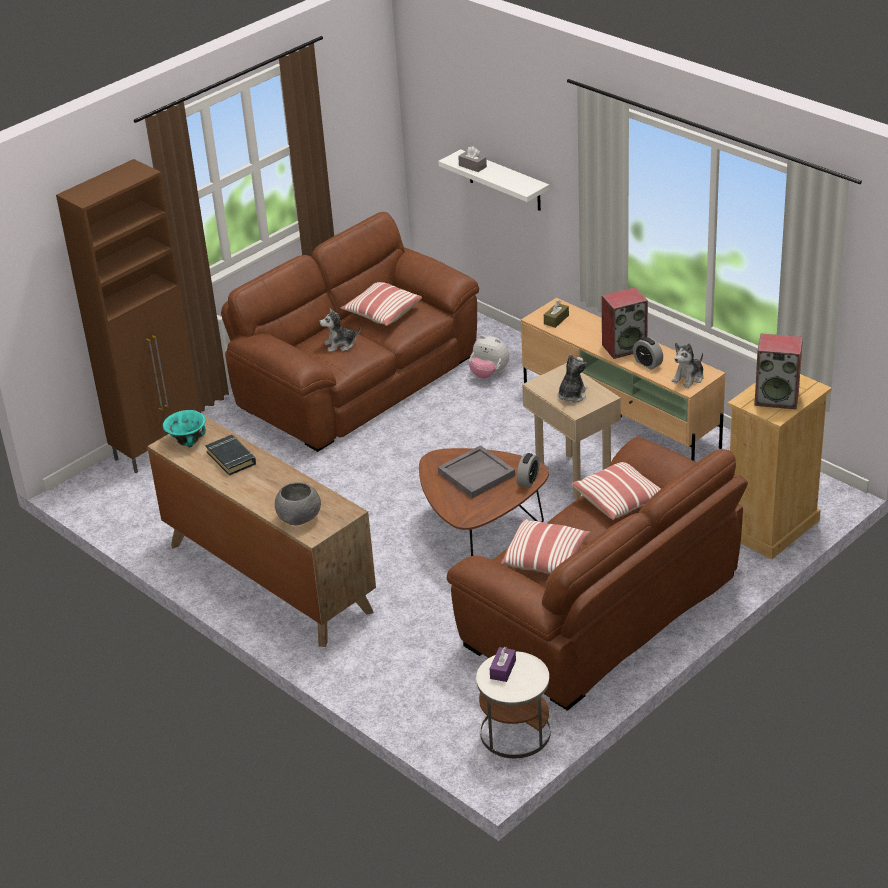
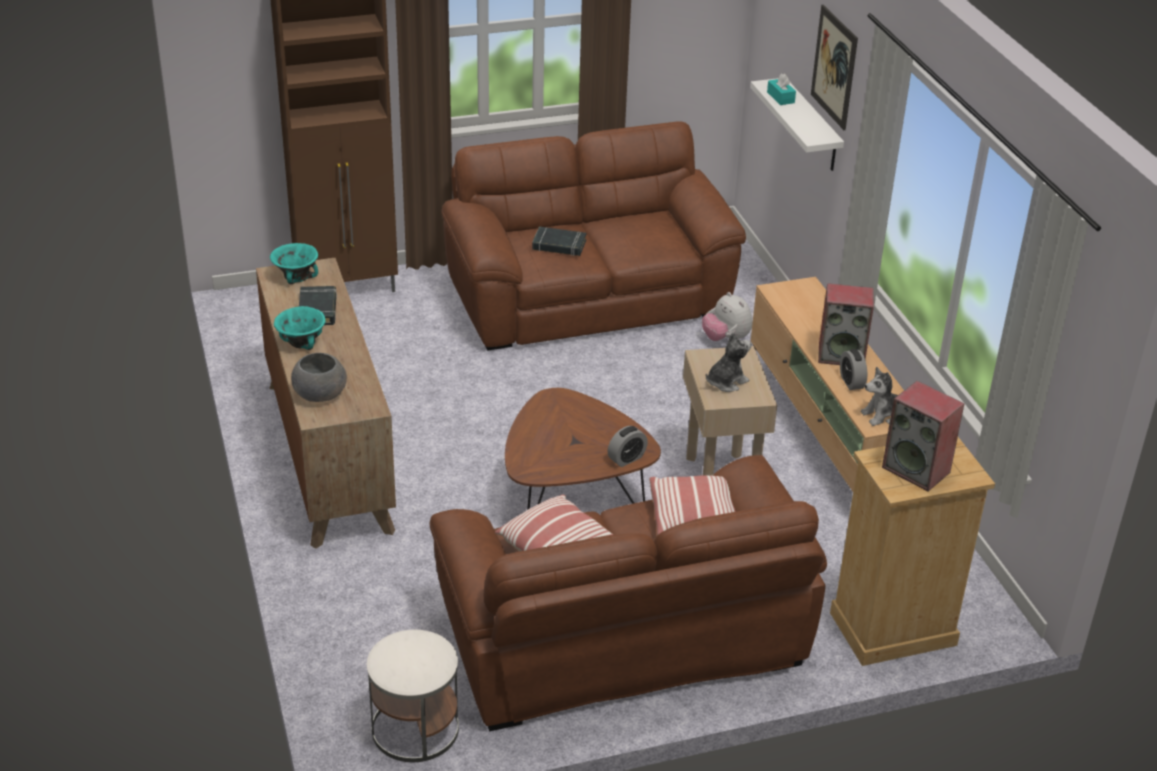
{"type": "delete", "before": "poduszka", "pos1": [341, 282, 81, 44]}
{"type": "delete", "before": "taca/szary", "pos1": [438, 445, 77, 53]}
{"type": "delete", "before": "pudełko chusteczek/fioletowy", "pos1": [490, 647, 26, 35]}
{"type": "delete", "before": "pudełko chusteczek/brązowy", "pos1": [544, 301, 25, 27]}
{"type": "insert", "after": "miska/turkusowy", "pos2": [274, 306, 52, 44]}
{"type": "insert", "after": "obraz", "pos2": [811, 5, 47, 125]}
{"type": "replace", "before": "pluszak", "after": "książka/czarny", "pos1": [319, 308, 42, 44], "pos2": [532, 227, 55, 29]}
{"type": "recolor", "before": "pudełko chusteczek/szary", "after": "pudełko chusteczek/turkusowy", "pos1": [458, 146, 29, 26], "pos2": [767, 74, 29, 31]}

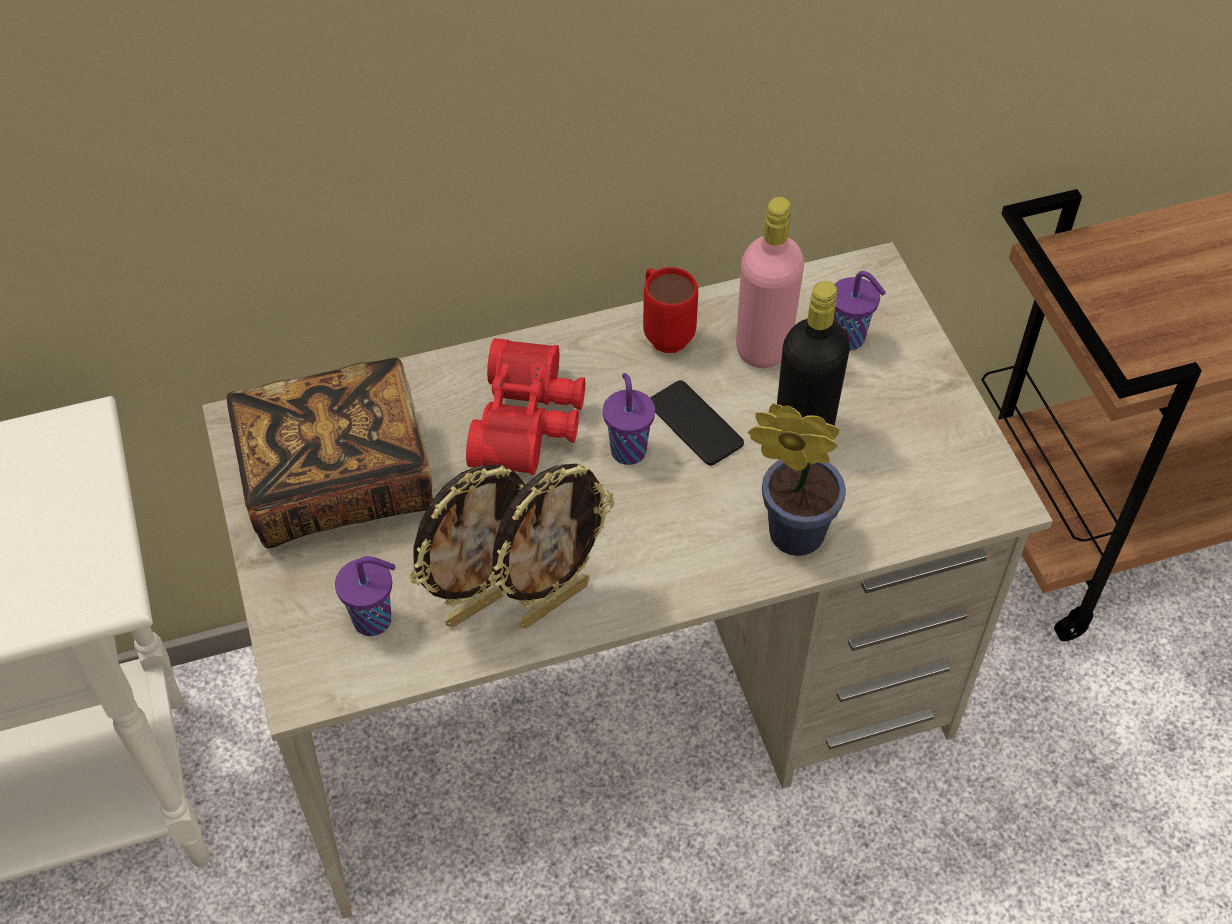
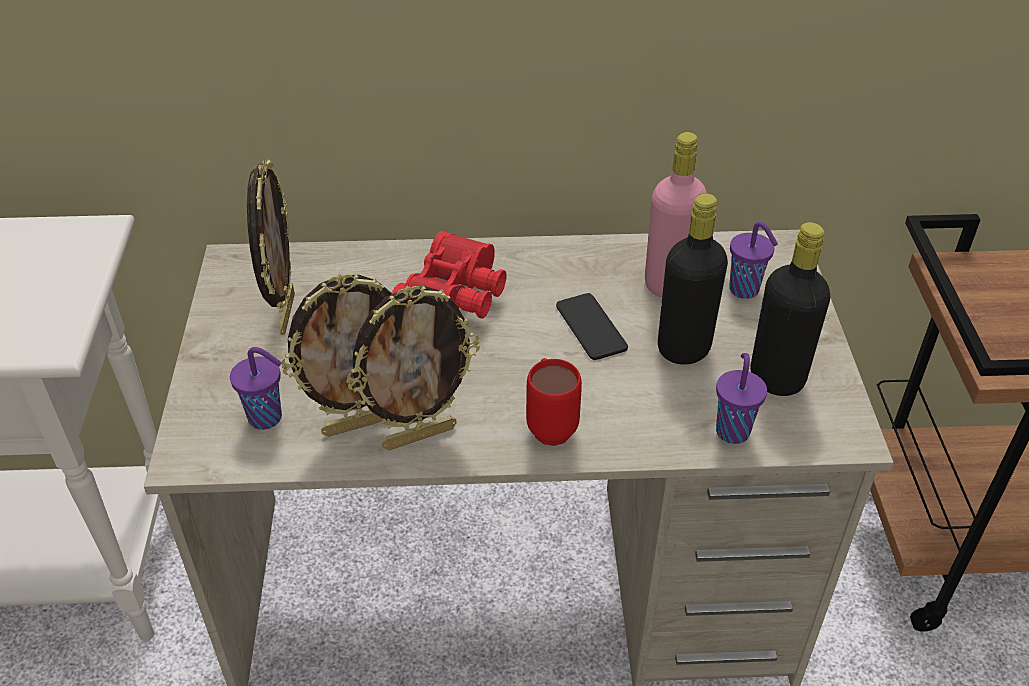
{"type": "delete", "before": "roślina doniczkowa", "pos1": [748, 404, 98, 152]}
{"type": "insert", "after": "butelka/czarny", "pos2": [750, 222, 80, 174]}
{"type": "move", "before": "filiżanka/fioletowy", "pos1": [603, 373, 52, 92], "pos2": [716, 353, 51, 91]}
{"type": "move", "before": "kubek/czerwony", "pos1": [643, 267, 55, 86], "pos2": [526, 358, 56, 88]}
{"type": "replace", "before": "książka", "after": "ramka na zdjęcie", "pos1": [226, 358, 207, 190], "pos2": [247, 159, 48, 176]}

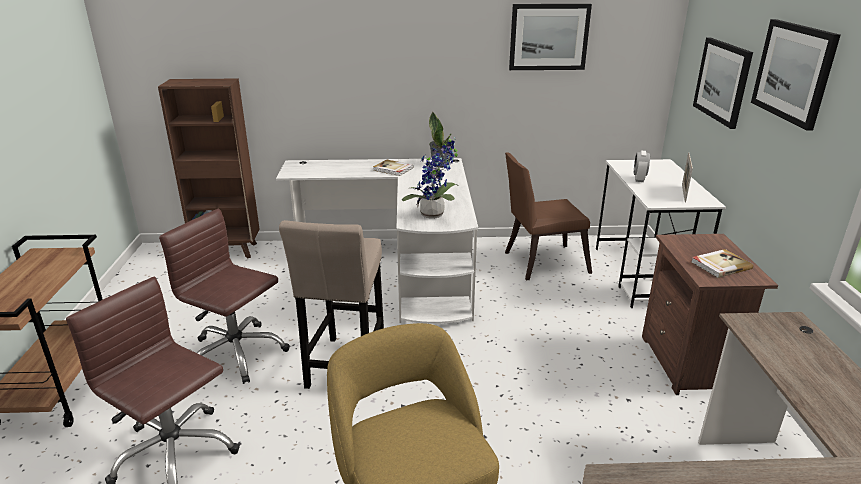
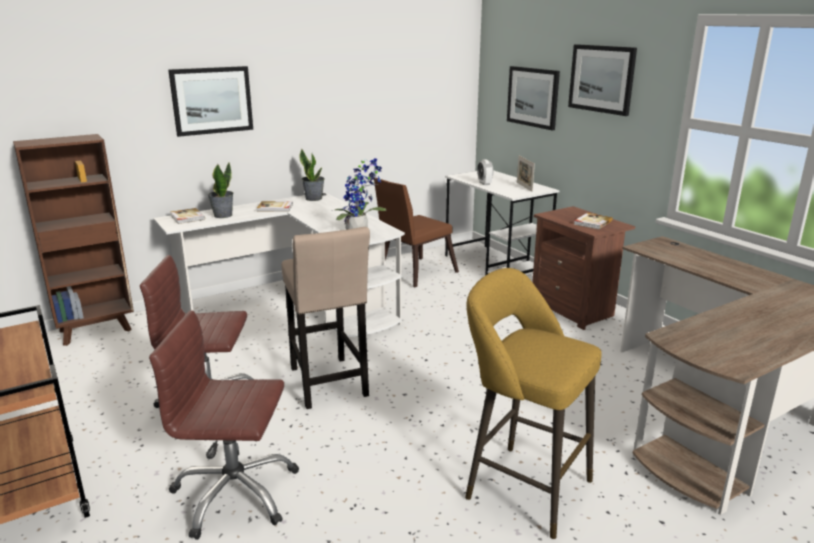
{"type": "insert", "after": "książka", "pos2": [170, 208, 35, 16]}
{"type": "insert", "after": "roślina doniczkowa", "pos2": [208, 163, 25, 55]}
{"type": "move", "before": "obraz", "pos1": [509, 4, 83, 66], "pos2": [168, 66, 85, 71]}

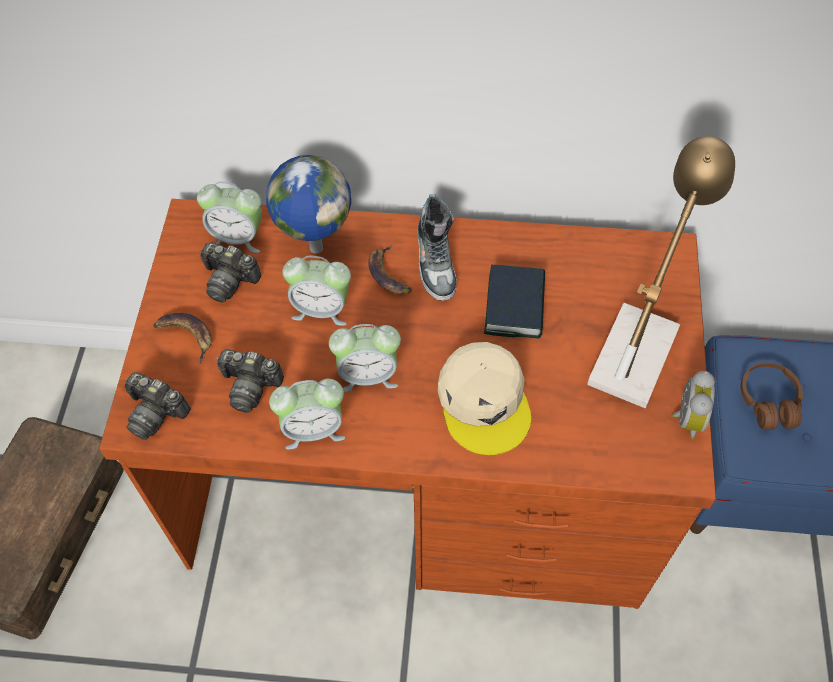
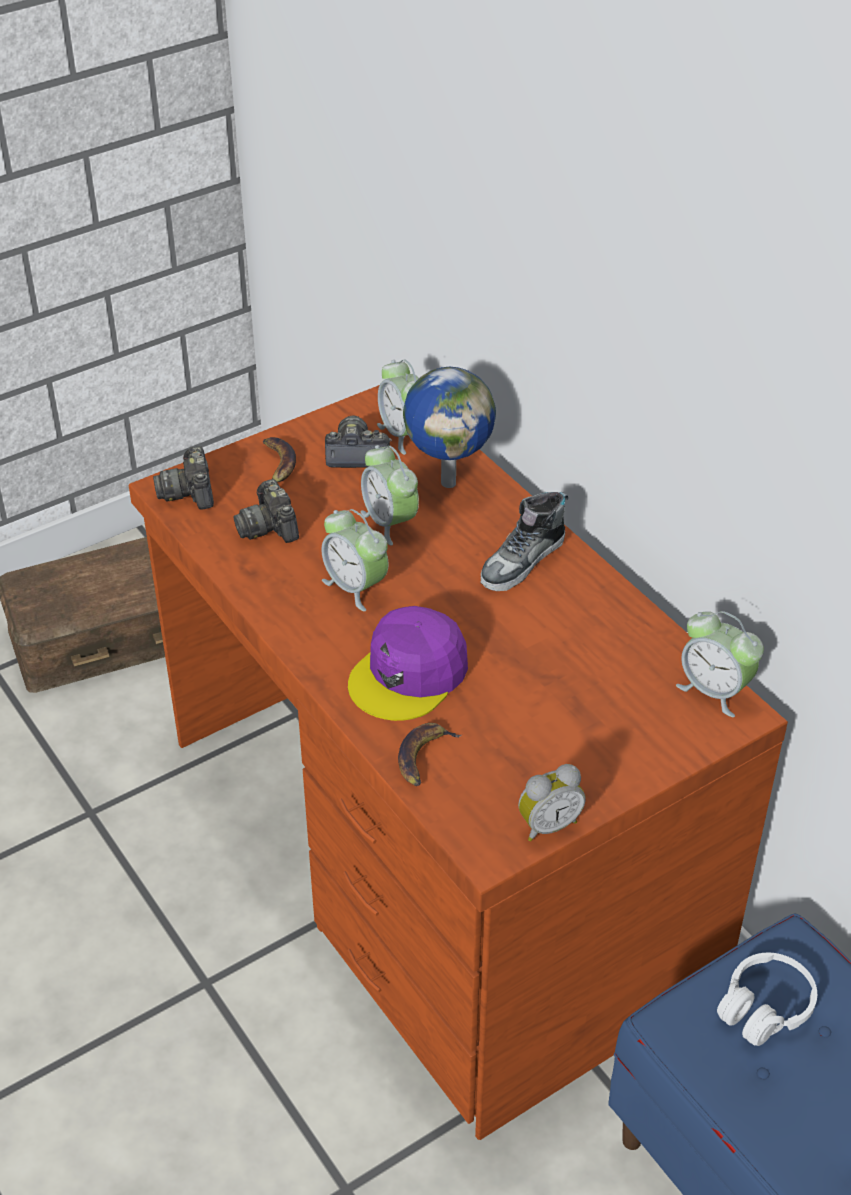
{"type": "delete", "before": "książka", "pos1": [484, 265, 61, 74]}
{"type": "delete", "before": "lampa stołowa", "pos1": [587, 136, 148, 272]}
{"type": "move", "before": "budzik", "pos1": [269, 379, 76, 70], "pos2": [676, 611, 88, 106]}
{"type": "move", "before": "banan", "pos1": [368, 245, 44, 49], "pos2": [398, 723, 64, 63]}
{"type": "recolor", "before": "czapka z daszkiem/beżowy", "after": "czapka z daszkiem/fioletowy", "pos1": [438, 342, 93, 113], "pos2": [348, 606, 120, 115]}
{"type": "recolor", "before": "słuchawki/brązowy", "after": "słuchawki/biały", "pos1": [741, 363, 62, 67], "pos2": [717, 953, 100, 93]}
{"type": "rotate", "before": "aparat fotograficzny", "pos1": [200, 242, 61, 60], "pos2": [325, 415, 67, 53], "turn": 105}

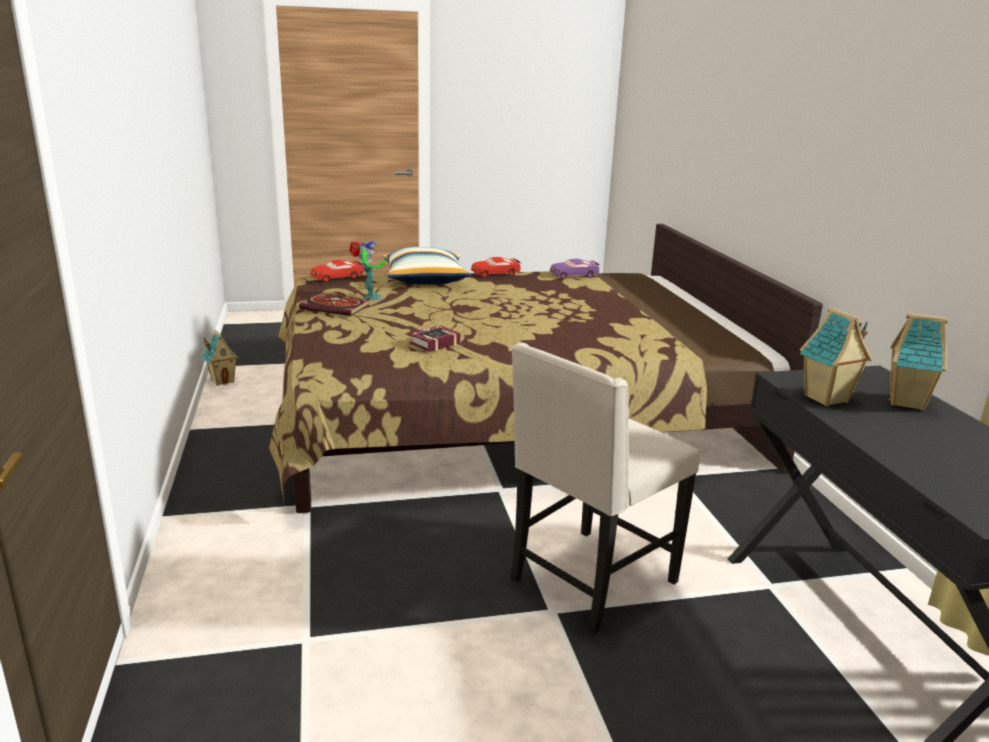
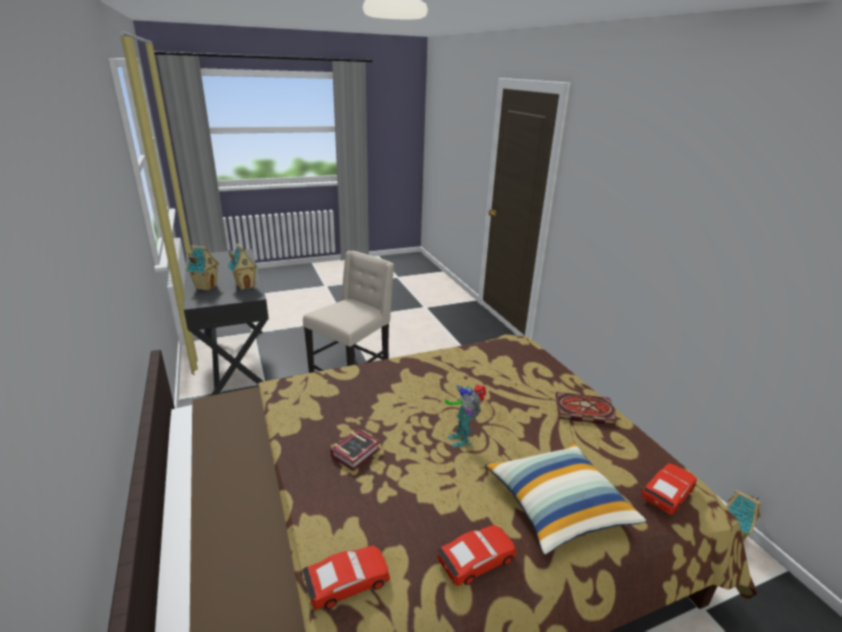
{"type": "move", "before": "robot zabawkowy", "pos1": [349, 240, 36, 60], "pos2": [445, 385, 41, 62]}
{"type": "move", "before": "książka", "pos1": [409, 325, 52, 27], "pos2": [330, 429, 50, 42]}
{"type": "recolor", "before": "samochodzik/fioletowy", "after": "samochodzik/czerwony", "pos1": [550, 259, 49, 20], "pos2": [302, 546, 88, 64]}

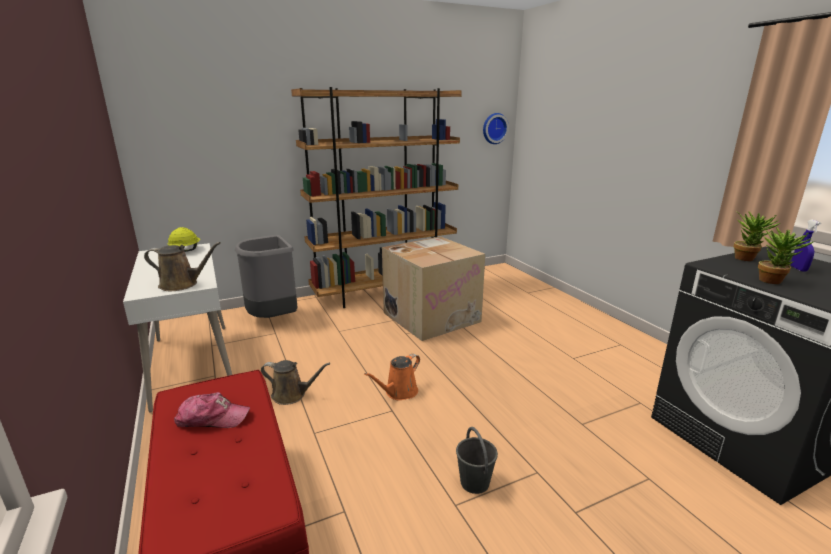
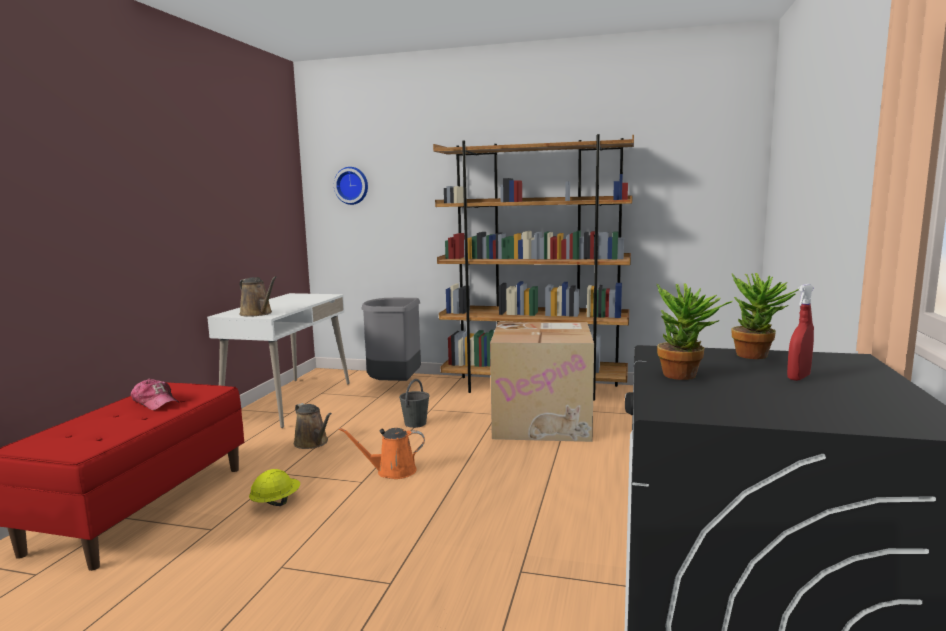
{"type": "move", "before": "kask/żółty", "pos1": [167, 227, 33, 25], "pos2": [249, 469, 51, 37]}
{"type": "move", "before": "wiadro/szary", "pos1": [456, 427, 42, 67], "pos2": [399, 379, 31, 49]}
{"type": "move", "before": "zegar ścienny", "pos1": [483, 113, 26, 31], "pos2": [334, 167, 34, 38]}
{"type": "recolor", "before": "spryskiwacz/niebieski", "after": "spryskiwacz/czerwony", "pos1": [791, 220, 30, 52], "pos2": [787, 284, 27, 97]}

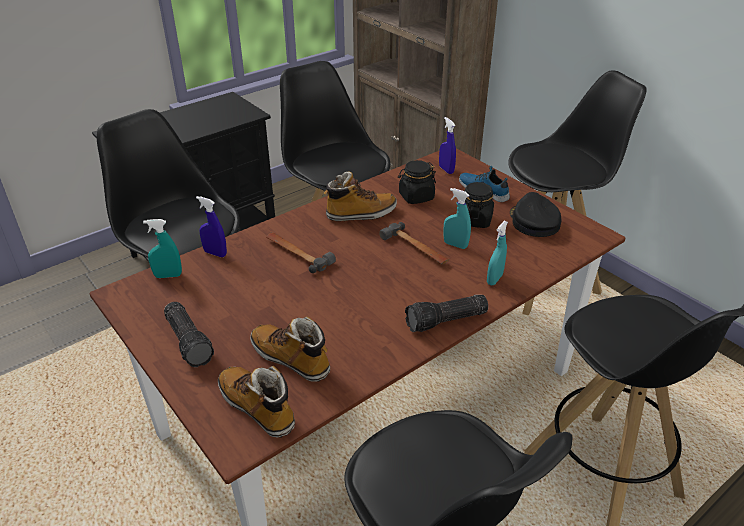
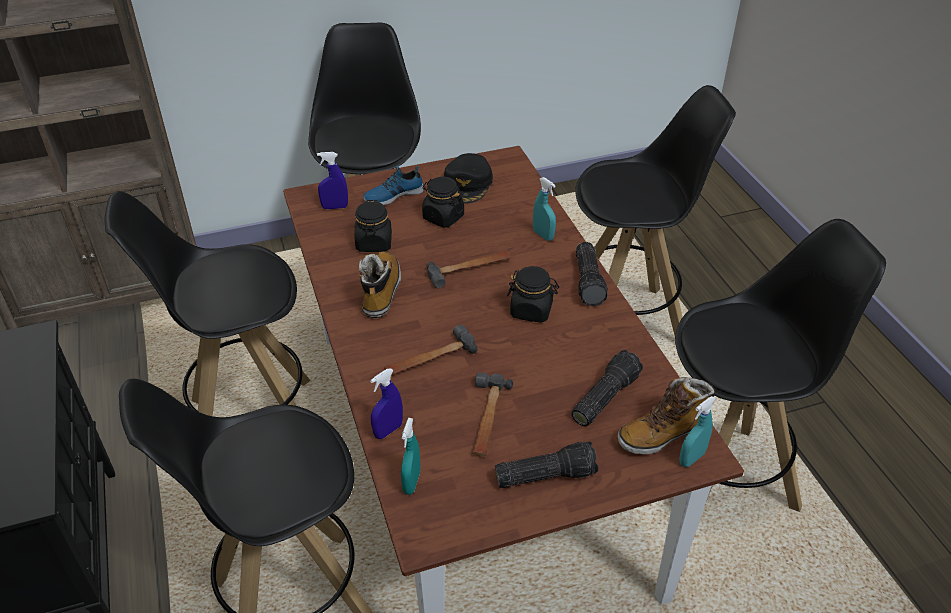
{"type": "insert", "after": "młotek", "pos2": [472, 372, 41, 84]}
{"type": "insert", "after": "słoik/czarny", "pos2": [507, 266, 52, 57]}
{"type": "move", "before": "spryskiwacz/turkusowy", "pos1": [443, 188, 28, 61], "pos2": [679, 396, 37, 71]}
{"type": "replace", "before": "but z cholewką", "after": "latarka", "pos1": [250, 316, 80, 66], "pos2": [571, 350, 72, 76]}
{"type": "rotate", "before": "czapka z daszkiem/czarny", "pos1": [510, 192, 52, 45], "pos2": [444, 153, 49, 51], "turn": -90}

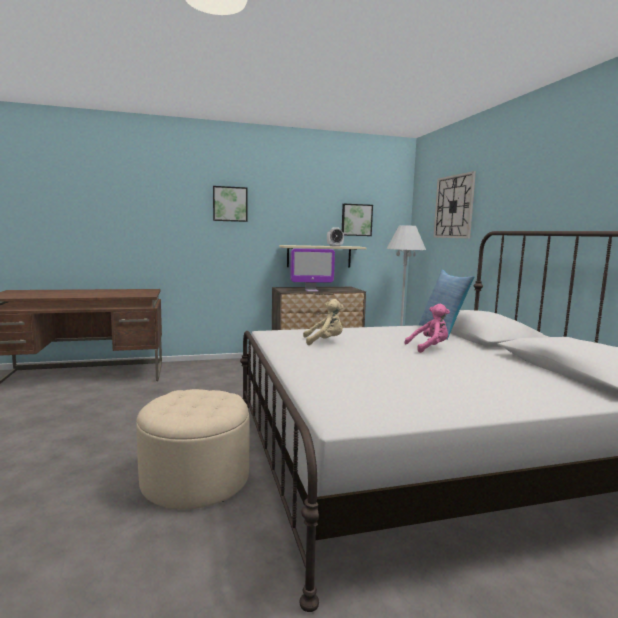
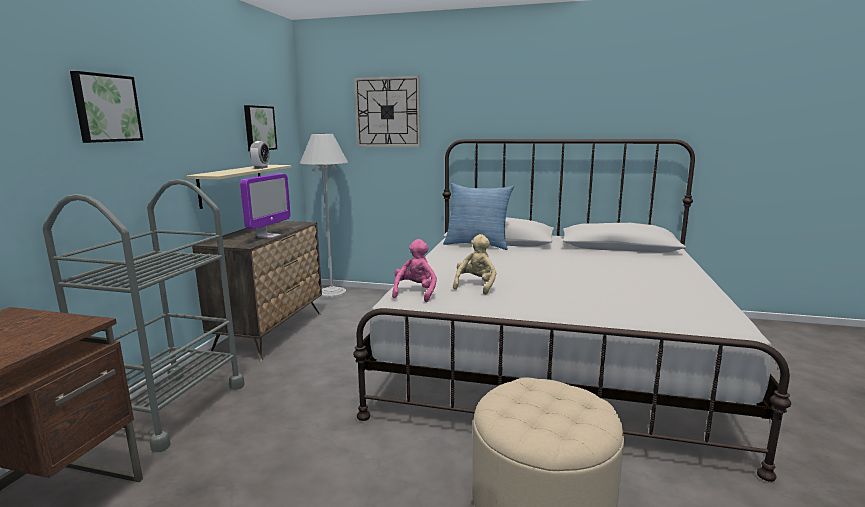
{"type": "insert", "after": "wózek/szary", "pos2": [43, 179, 202, 273]}
{"type": "move", "before": "pluszak/różowy", "pos1": [404, 304, 46, 49], "pos2": [392, 239, 45, 63]}

